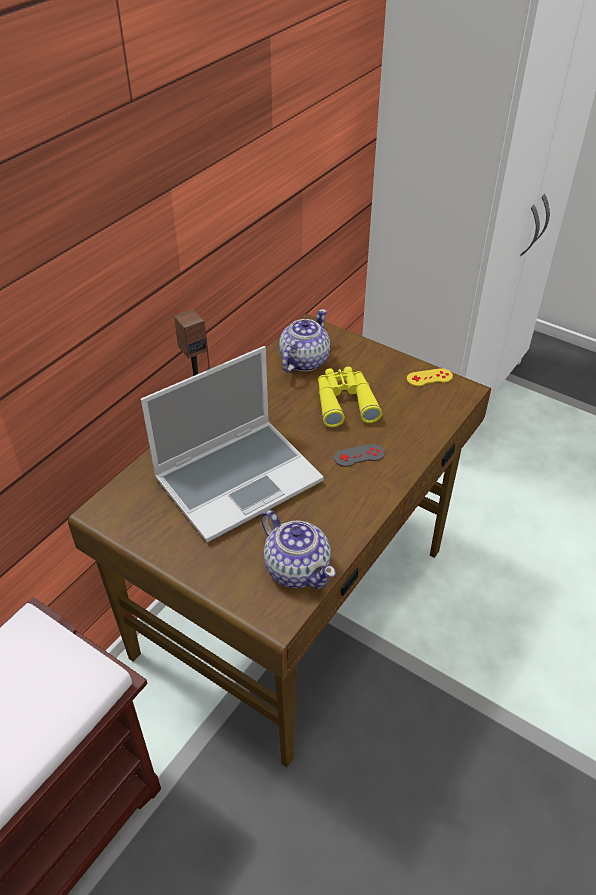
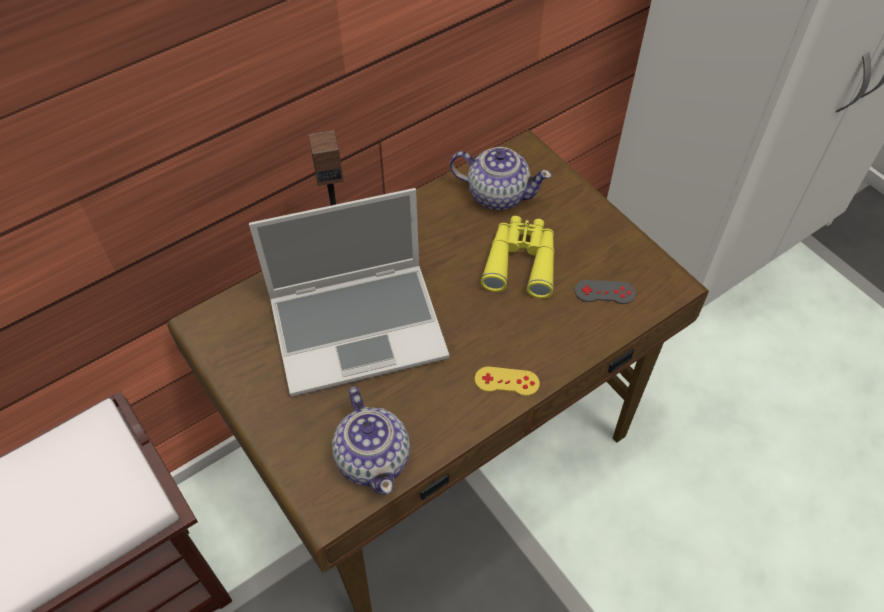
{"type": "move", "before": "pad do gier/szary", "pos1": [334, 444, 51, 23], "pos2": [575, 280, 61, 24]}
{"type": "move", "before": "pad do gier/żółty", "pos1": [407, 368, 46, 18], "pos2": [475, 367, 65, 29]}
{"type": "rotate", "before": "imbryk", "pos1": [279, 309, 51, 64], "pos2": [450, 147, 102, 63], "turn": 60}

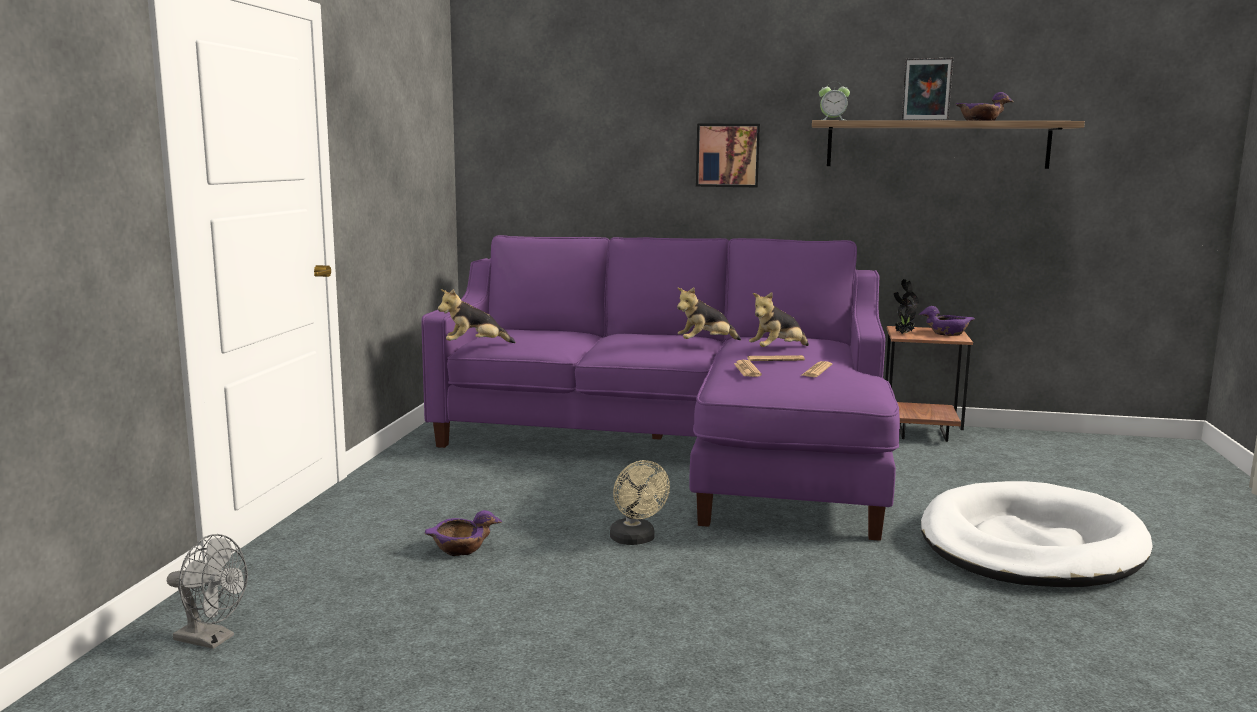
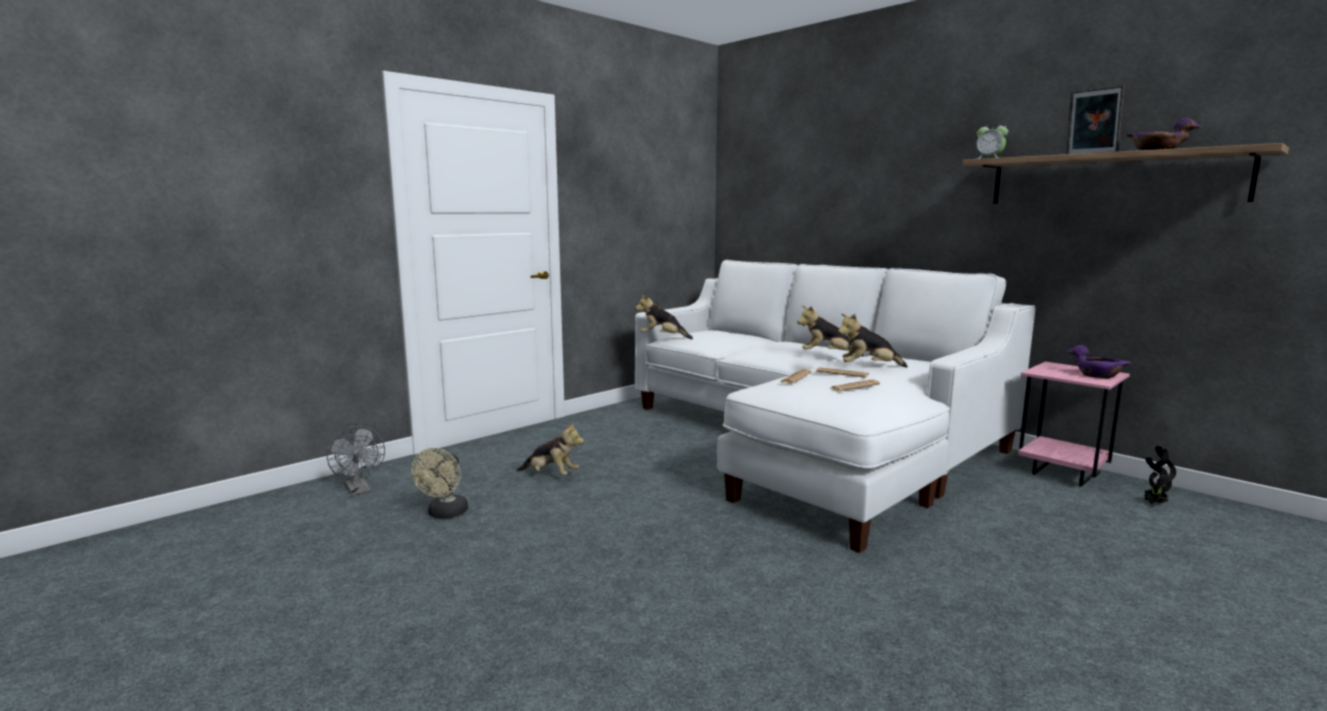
{"type": "delete", "before": "obraz", "pos1": [696, 124, 64, 63]}
{"type": "delete", "before": "legowisko/biały", "pos1": [921, 481, 232, 106]}
{"type": "move", "before": "wentylator/beżowy", "pos1": [610, 460, 60, 85], "pos2": [411, 448, 57, 70]}
{"type": "move", "before": "roślina doniczkowa", "pos1": [894, 279, 25, 55], "pos2": [1144, 446, 32, 58]}
{"type": "replace", "before": "miska/fioletowy", "after": "pluszak", "pos1": [425, 510, 77, 46], "pos2": [517, 422, 67, 53]}
{"type": "recolor", "before": "kanapa/fioletowy", "after": "kanapa/biały", "pos1": [421, 235, 479, 306], "pos2": [635, 260, 400, 293]}
{"type": "recolor", "before": "stolik/brązowy", "after": "stolik/różowy", "pos1": [885, 326, 88, 116], "pos2": [1018, 362, 112, 124]}

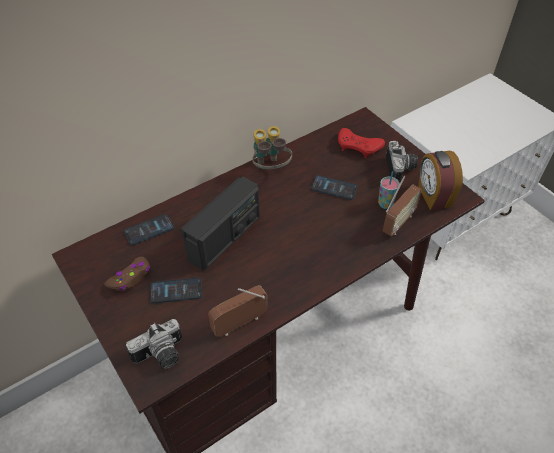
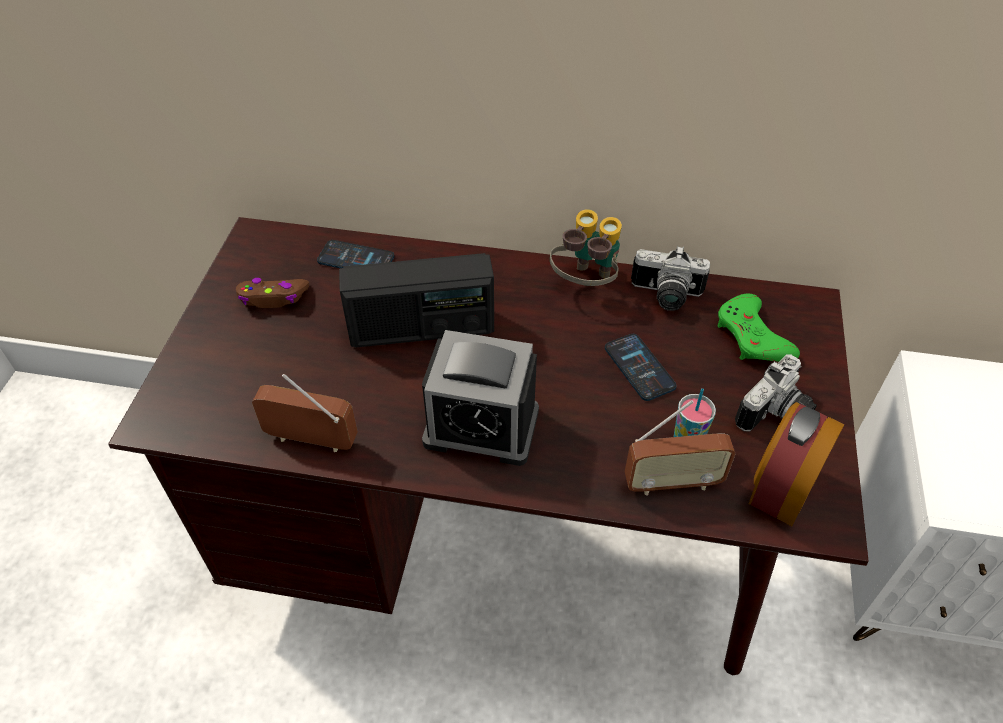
{"type": "delete", "before": "telefon", "pos1": [150, 278, 52, 25]}
{"type": "insert", "after": "budzik", "pos2": [422, 330, 117, 136]}
{"type": "move", "before": "aparat fotograficzny", "pos1": [126, 319, 56, 50], "pos2": [631, 246, 79, 65]}
{"type": "recolor", "before": "pad do gier/czerwony", "after": "pad do gier/zielony", "pos1": [338, 128, 47, 30], "pos2": [717, 294, 83, 68]}

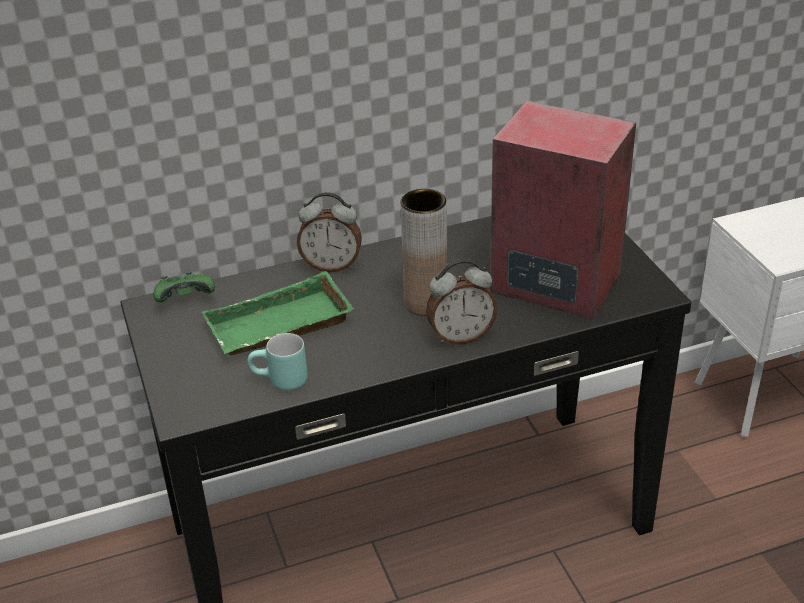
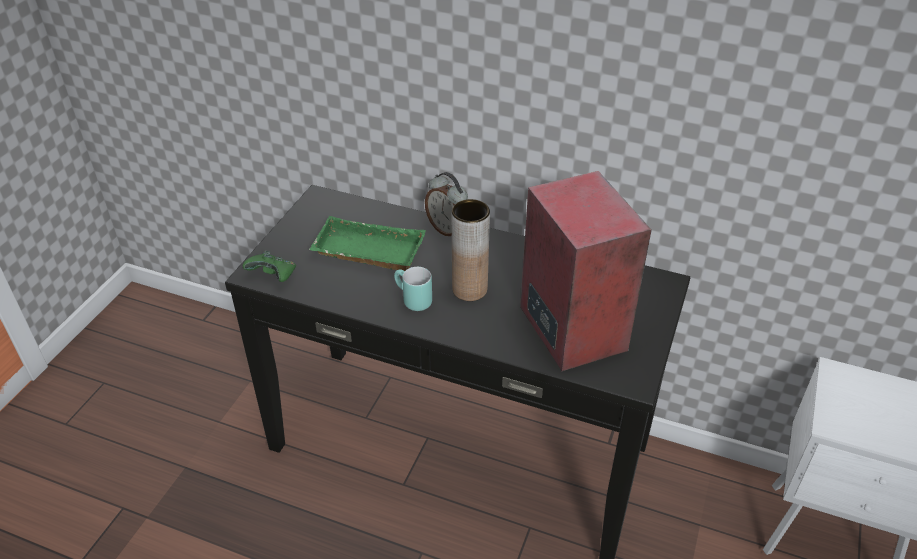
{"type": "delete", "before": "budzik", "pos1": [426, 259, 72, 86]}
{"type": "move", "before": "pad do gier/zielony", "pos1": [154, 271, 61, 32], "pos2": [243, 251, 53, 31]}
{"type": "move", "before": "kubek/turkusowy", "pos1": [248, 333, 60, 58], "pos2": [394, 267, 38, 44]}

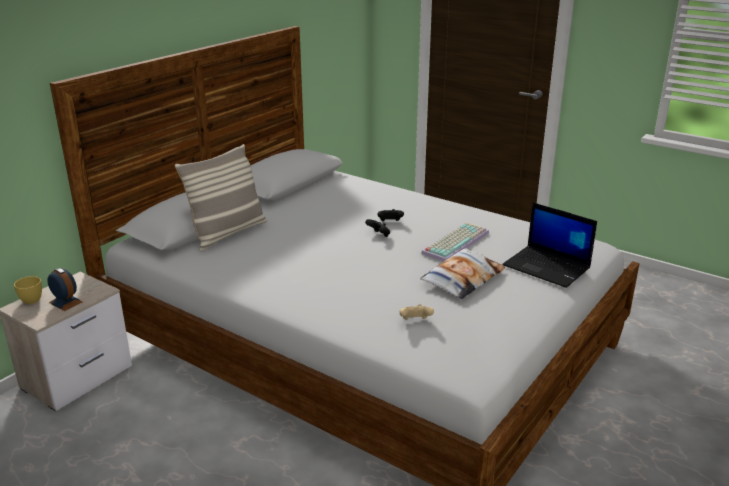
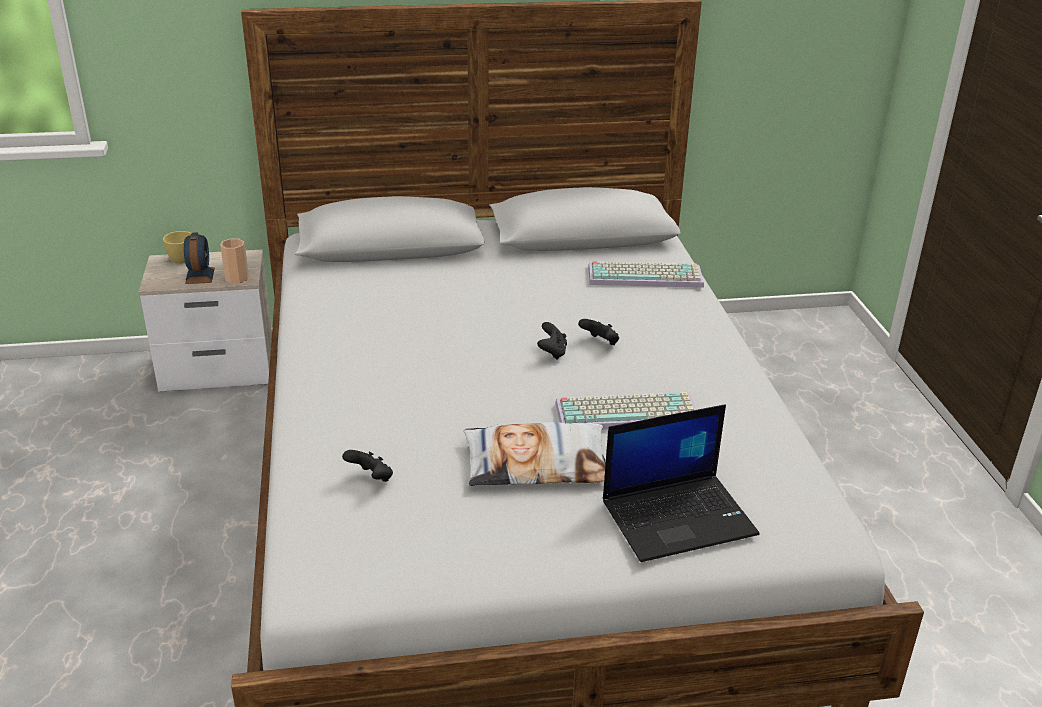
{"type": "delete", "before": "poduszka", "pos1": [175, 144, 92, 107]}
{"type": "insert", "after": "filiżanka", "pos2": [220, 238, 29, 45]}
{"type": "insert", "after": "klawiatura", "pos2": [588, 261, 116, 27]}
{"type": "recolor", "before": "pad do gier/beżowy", "after": "pad do gier/czarny", "pos1": [399, 304, 35, 16], "pos2": [342, 450, 51, 32]}
{"type": "rotate", "before": "laptop", "pos1": [502, 202, 95, 86], "pos2": [603, 404, 156, 158], "turn": -105}

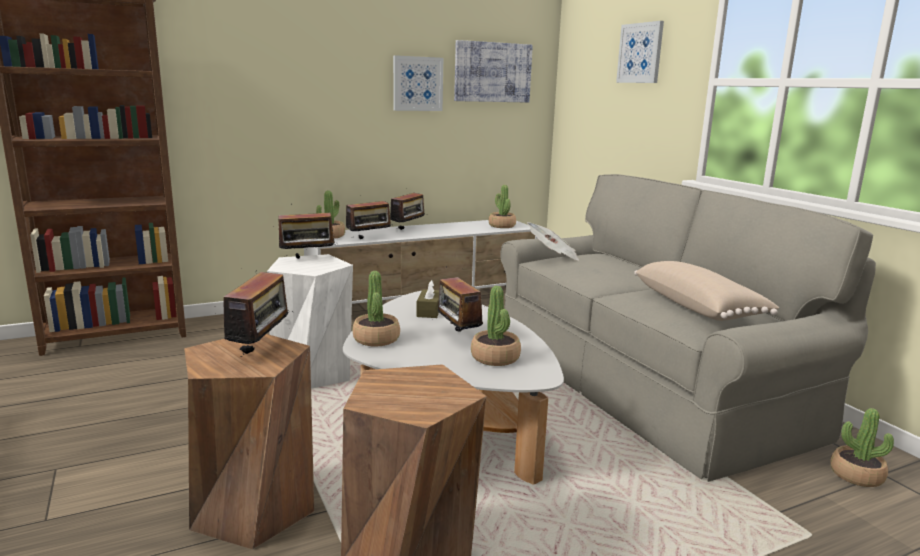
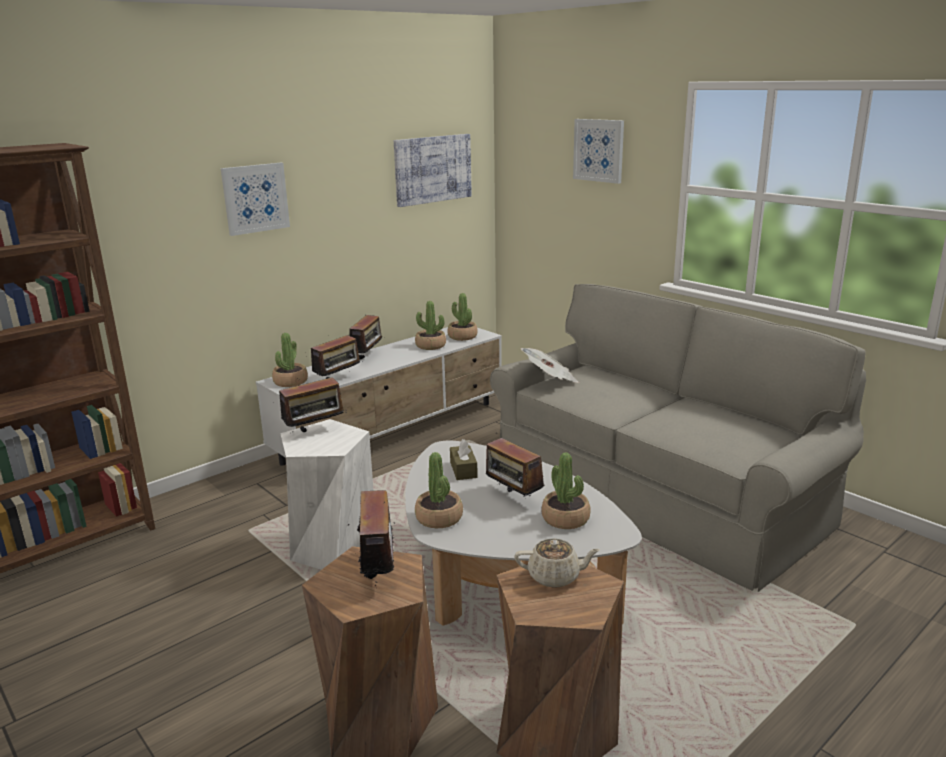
{"type": "delete", "before": "poduszka/beżowy", "pos1": [634, 261, 145, 60]}
{"type": "insert", "after": "imbryk/beżowy", "pos2": [514, 538, 86, 50]}
{"type": "move", "before": "obraz", "pos1": [393, 55, 50, 56], "pos2": [221, 163, 69, 73]}
{"type": "move", "before": "roślina doniczkowa", "pos1": [831, 408, 63, 79], "pos2": [415, 301, 31, 49]}

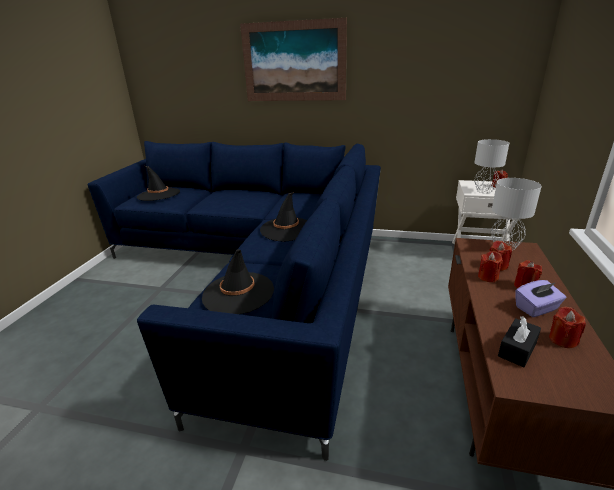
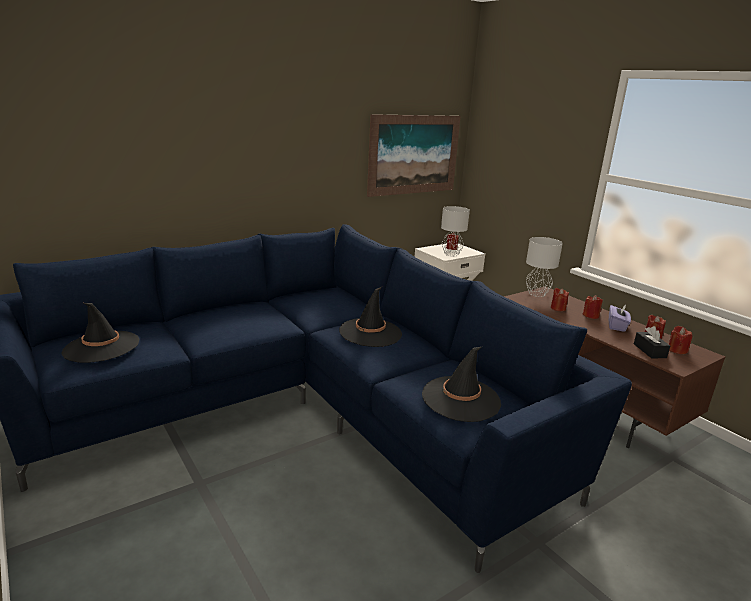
{"type": "move", "before": "obraz", "pos1": [240, 18, 107, 83], "pos2": [367, 114, 94, 83]}
{"type": "move", "before": "świeca/czerwony", "pos1": [478, 251, 25, 32], "pos2": [669, 326, 23, 28]}

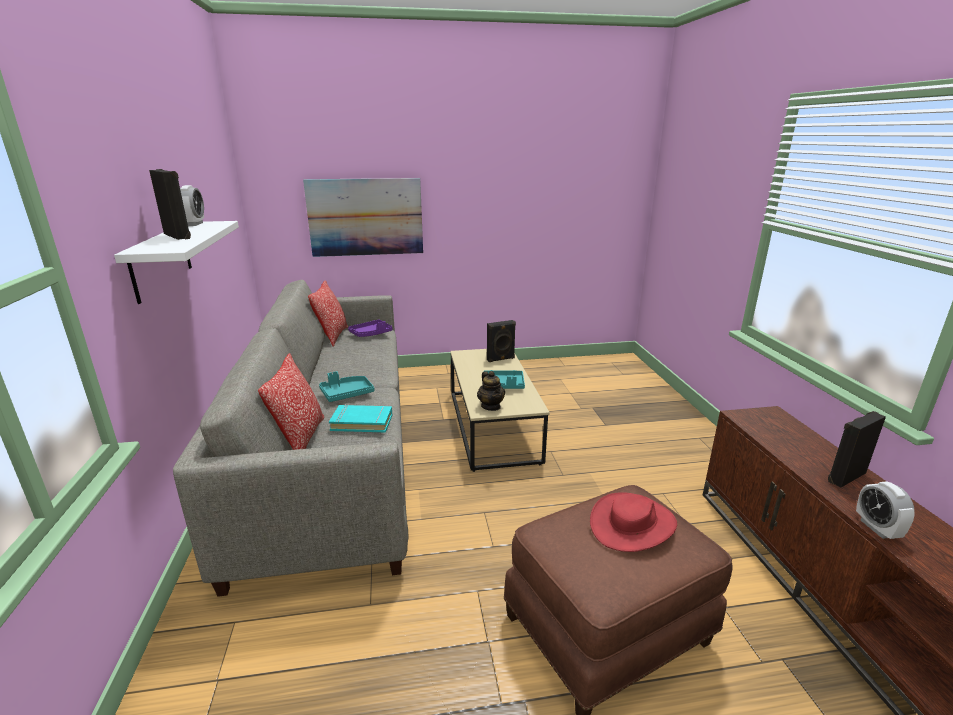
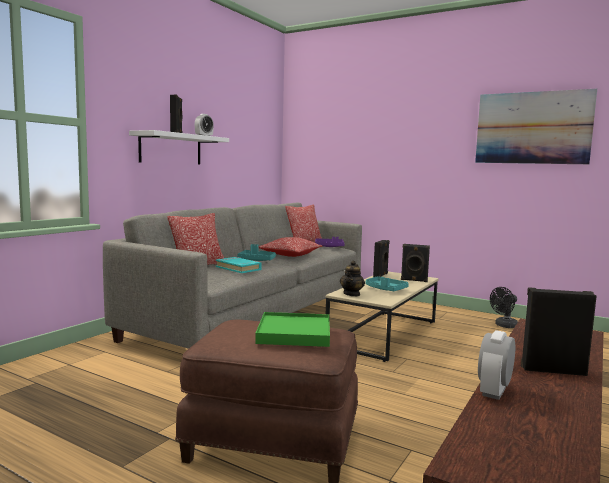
{"type": "insert", "after": "poduszka", "pos2": [258, 237, 64, 20]}
{"type": "insert", "after": "głośnik/czarny", "pos2": [373, 240, 17, 37]}
{"type": "insert", "after": "wentylator/czarny", "pos2": [490, 287, 28, 41]}
{"type": "move", "before": "obraz", "pos1": [303, 178, 120, 79], "pos2": [475, 89, 122, 75]}
{"type": "replace", "before": "kapelusz/czerwony", "after": "taca/zielony", "pos1": [590, 492, 87, 60], "pos2": [255, 312, 75, 35]}

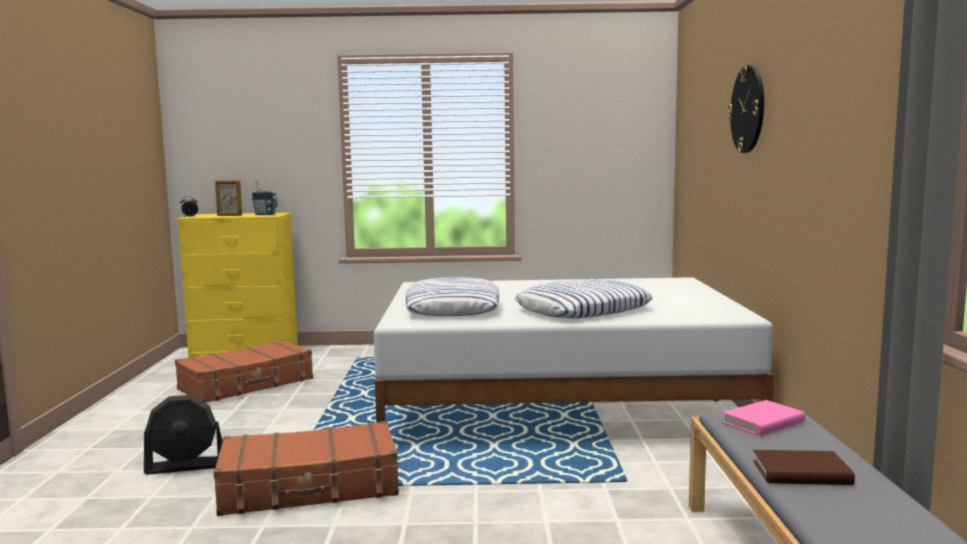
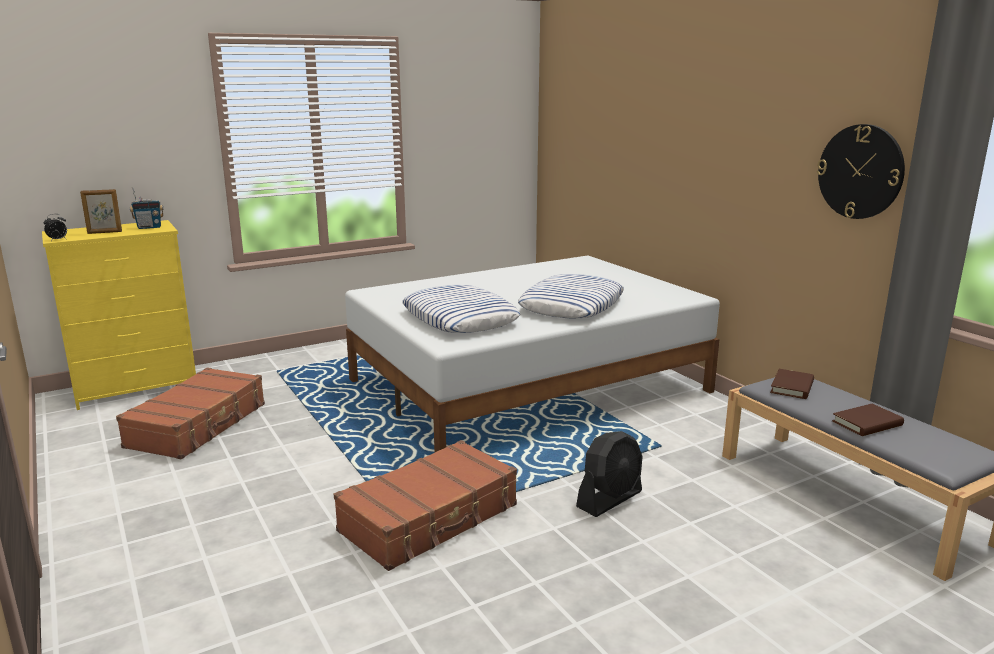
{"type": "move", "before": "wentylator/czarny", "pos1": [144, 395, 79, 80], "pos2": [576, 431, 67, 86]}
{"type": "move", "before": "zegar ścienny", "pos1": [728, 65, 36, 88], "pos2": [817, 124, 88, 95]}
{"type": "recolor", "before": "książka/różowy", "after": "książka/brązowy", "pos1": [722, 400, 83, 36], "pos2": [770, 369, 44, 30]}

